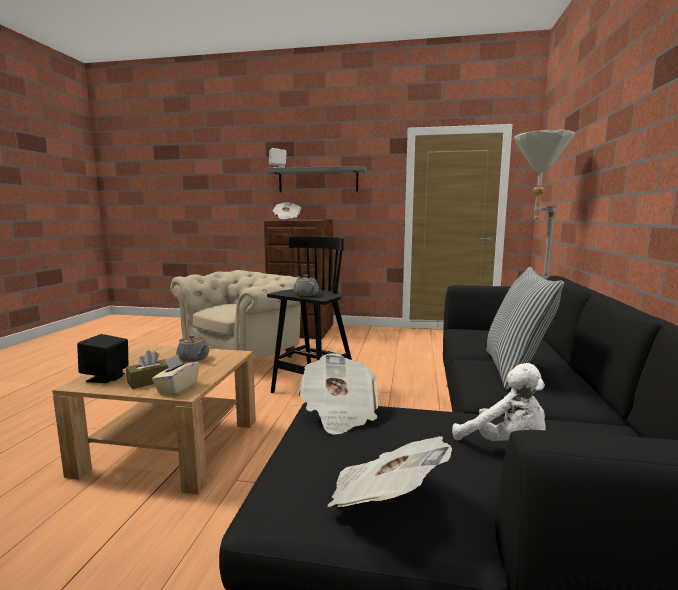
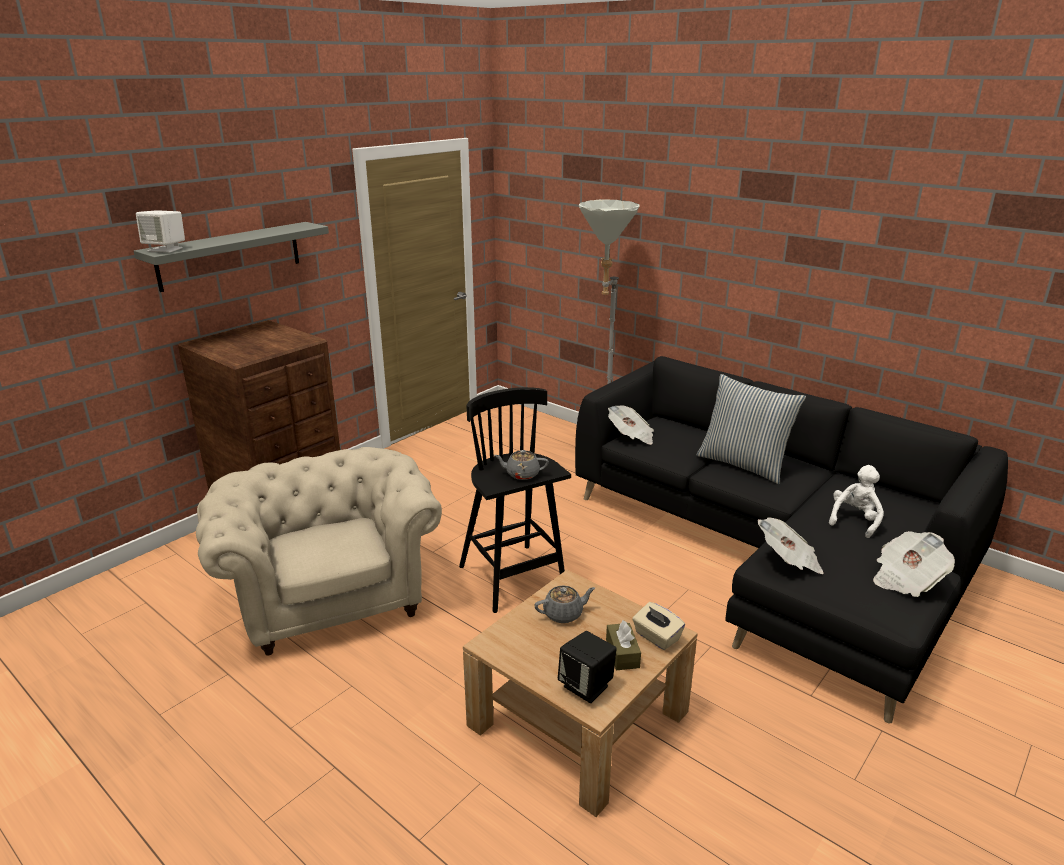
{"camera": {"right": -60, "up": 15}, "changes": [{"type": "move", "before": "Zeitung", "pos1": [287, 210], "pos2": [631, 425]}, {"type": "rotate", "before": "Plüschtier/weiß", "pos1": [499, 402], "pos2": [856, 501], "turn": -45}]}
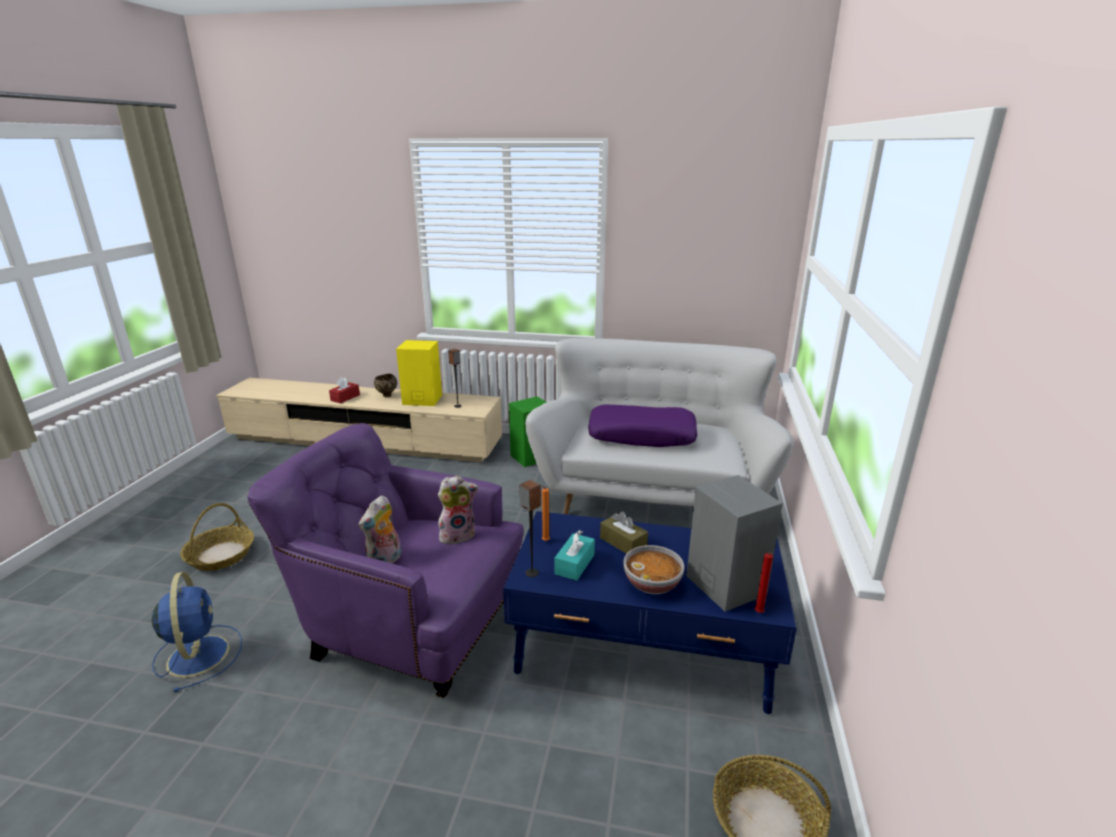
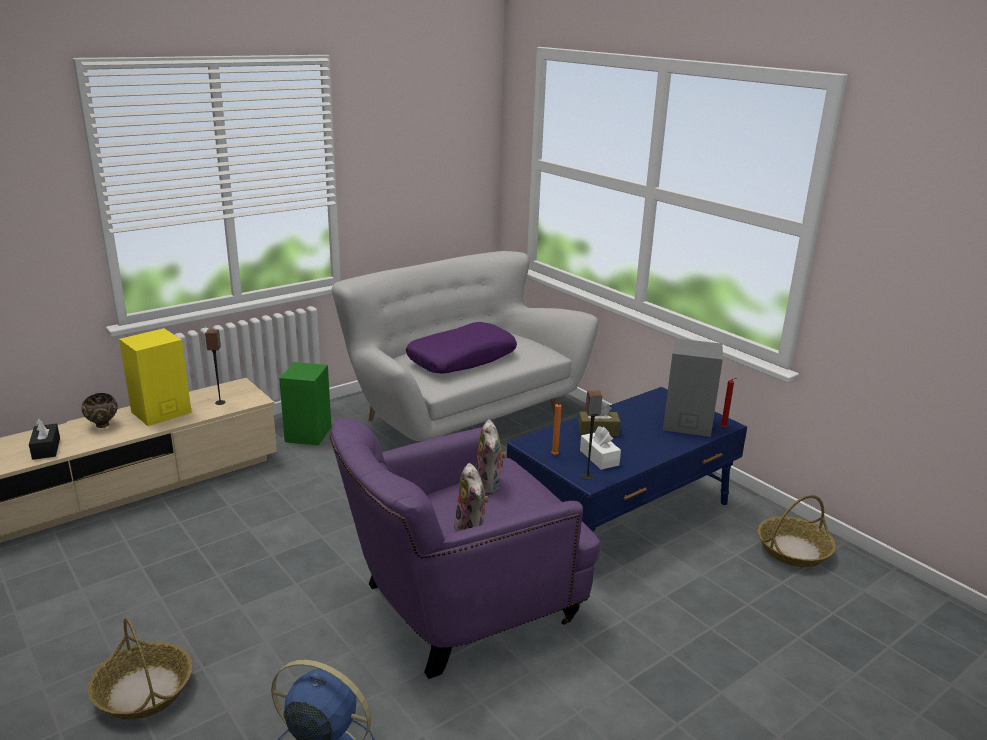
{"camera": {"right": -50, "up": 0}, "changes": [{"type": "recolor", "before": "Taschentuchbox/rot", "after": "Taschentuchbox/schwarz", "pos1": [344, 390], "pos2": [44, 439]}, {"type": "rotate", "before": "Plüschtier", "pos1": [458, 510], "pos2": [491, 457], "turn": 150}, {"type": "recolor", "before": "Taschentuchbox/türkis", "after": "Taschentuchbox/weiß", "pos1": [574, 555], "pos2": [600, 448]}, {"type": "delete", "before": "Schüssel", "pos1": [654, 569]}]}
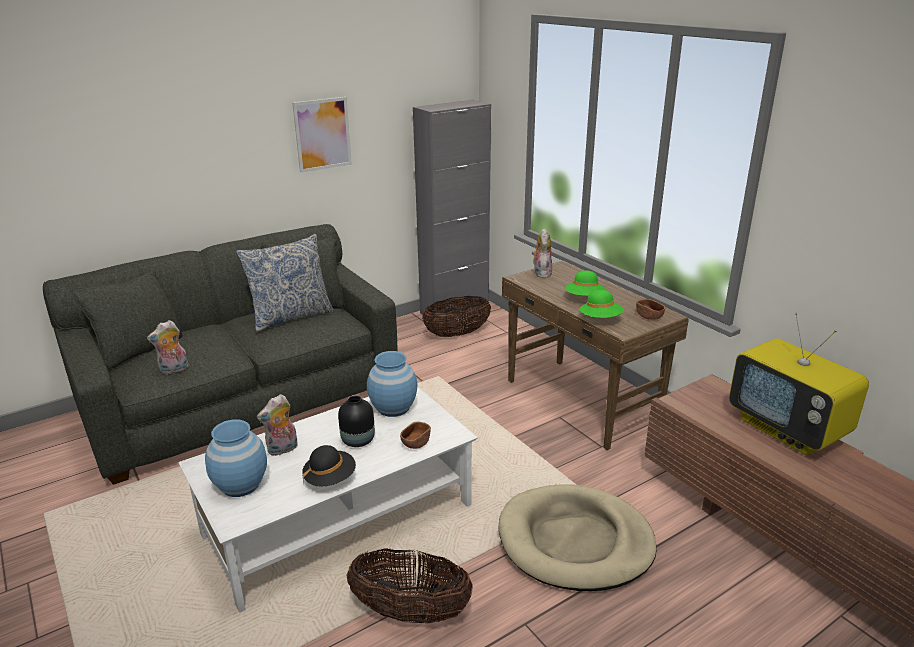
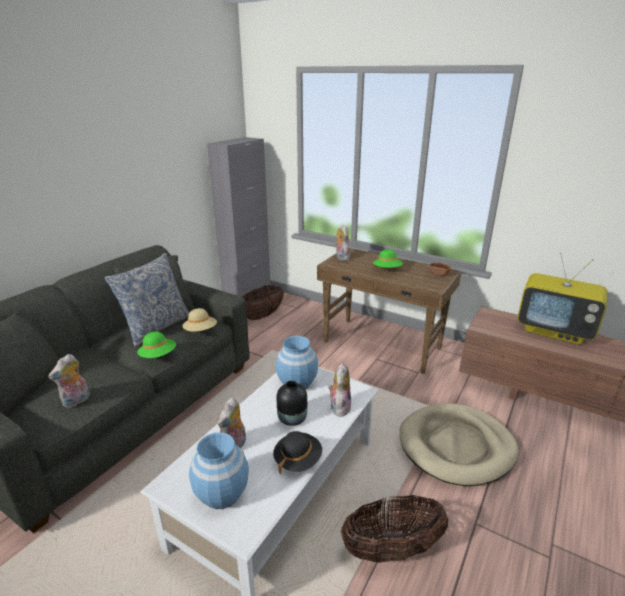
{"camera": {"right": -25, "up": 0}, "changes": [{"type": "delete", "before": "Bild", "pos1": [322, 135]}, {"type": "move", "before": "Hut/grün", "pos1": [601, 304], "pos2": [156, 344]}, {"type": "replace", "before": "Schüssel/braun", "after": "Plüschtier", "pos1": [415, 435], "pos2": [339, 390]}, {"type": "insert", "after": "Hut/beige", "pos2": [199, 320]}]}
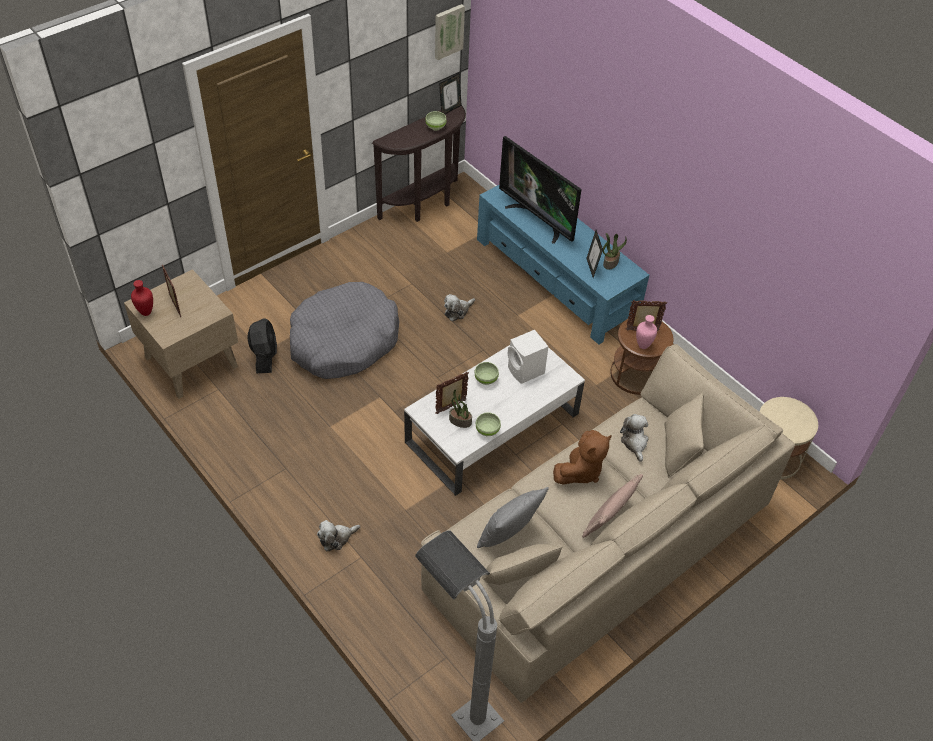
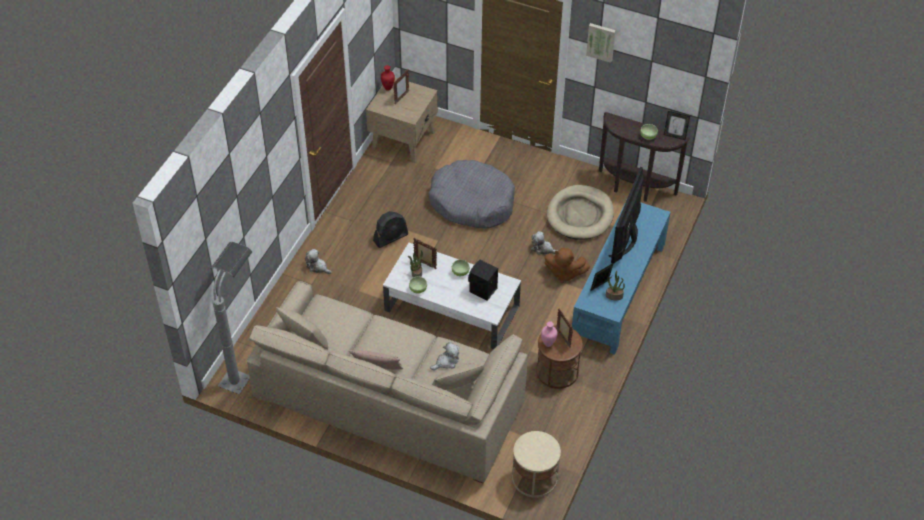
{"camera": {"right": 65, "up": 0}, "changes": [{"type": "move", "before": "Bild", "pos1": [450, 32], "pos2": [601, 43]}, {"type": "move", "before": "Ventilator/schwarz", "pos1": [262, 345], "pos2": [390, 229]}, {"type": "recolor", "before": "Lautsprecher/weiß", "after": "Lautsprecher/schwarz", "pos1": [528, 357], "pos2": [483, 280]}, {"type": "move", "before": "Plüschtier/braun", "pos1": [582, 457], "pos2": [567, 265]}, {"type": "delete", "before": "Kissen/grau", "pos1": [513, 517]}, {"type": "insert", "after": "Hundebett/beige", "pos2": [580, 212]}]}
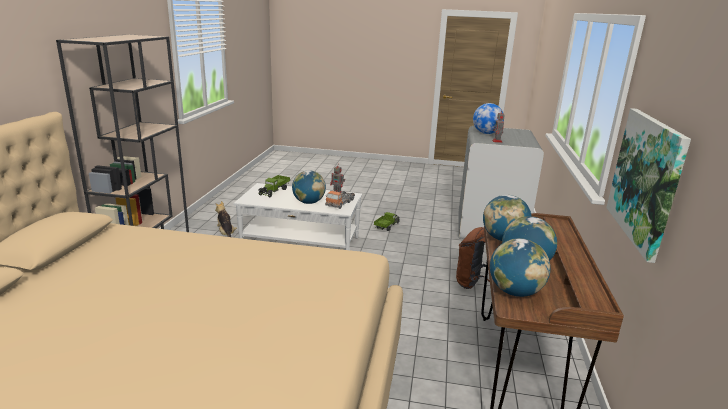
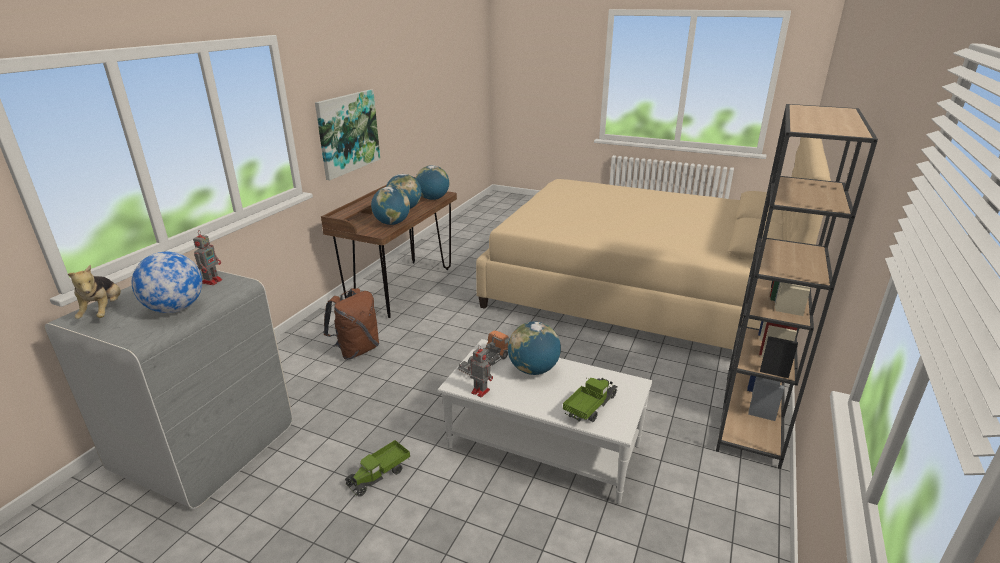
{"camera": {"right": -165, "up": 5}, "changes": [{"type": "move", "before": "Plüschtier", "pos1": [226, 219], "pos2": [94, 292]}]}
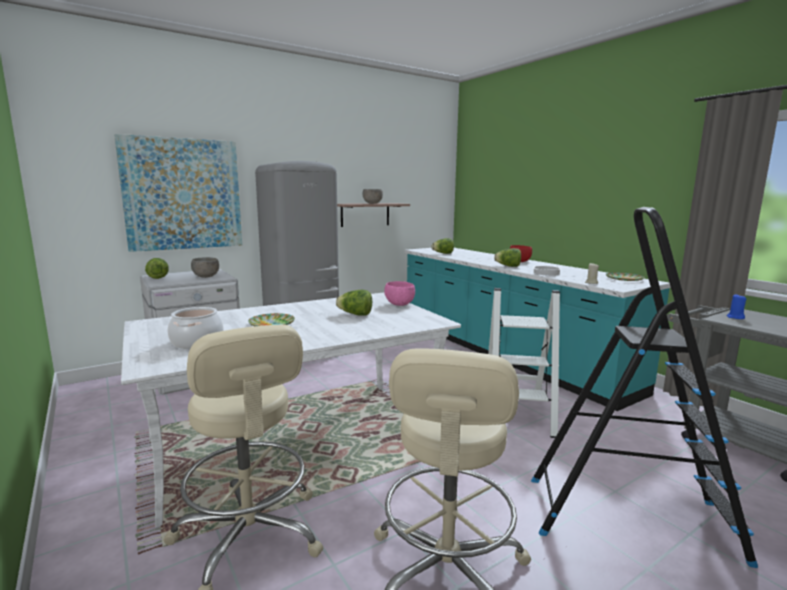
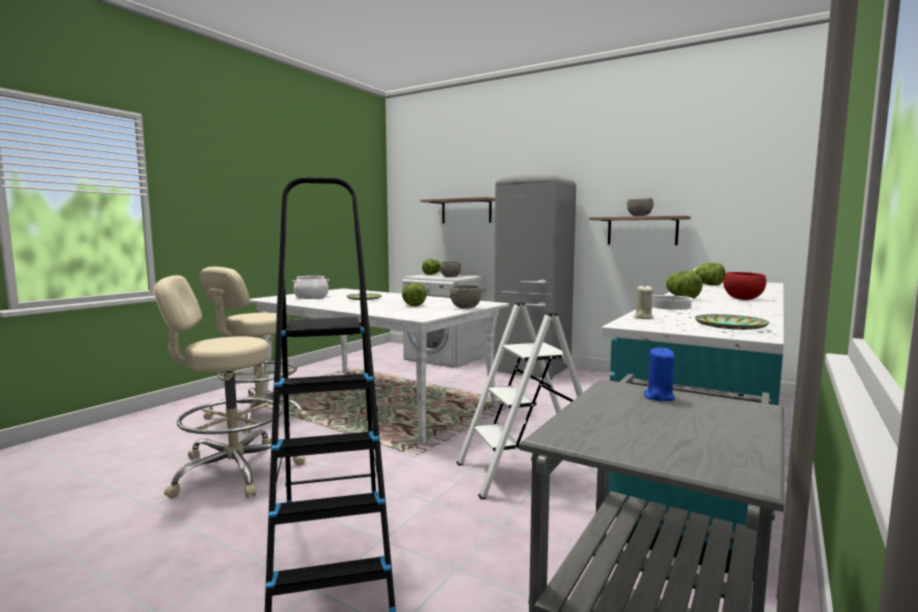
{"camera": {"right": 65, "up": -5}, "changes": [{"type": "replace", "before": "Bild", "after": "Wandregal", "pos1": [178, 193], "pos2": [457, 210]}, {"type": "recolor", "before": "Schüssel/rosa", "after": "Schüssel/grau", "pos1": [399, 293], "pos2": [466, 297]}]}
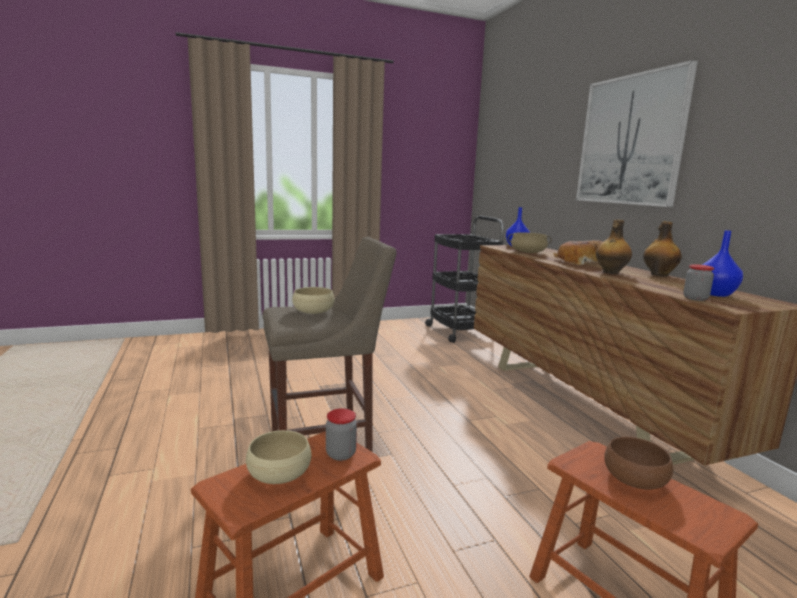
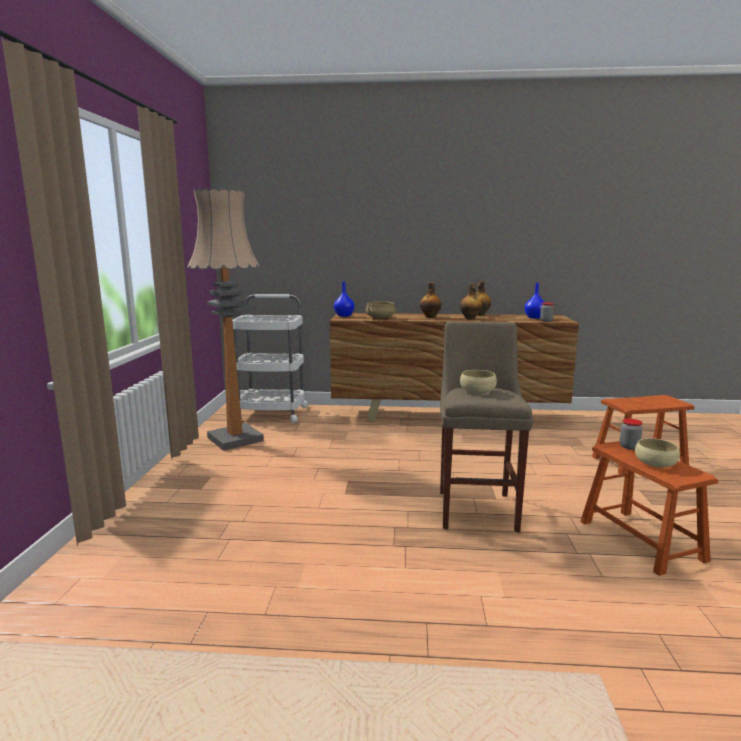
{"camera": {"right": -65, "up": 0}, "changes": [{"type": "delete", "before": "Bild", "pos1": [637, 133]}, {"type": "recolor", "before": "Rollwagen/schwarz", "after": "Rollwagen/weiß", "pos1": [464, 279], "pos2": [270, 358]}, {"type": "replace", "before": "Brot", "after": "Flasche", "pos1": [578, 252], "pos2": [431, 300]}, {"type": "delete", "before": "Schüssel/braun", "pos1": [638, 463]}, {"type": "insert", "after": "Stehlampe", "pos2": [225, 319]}]}
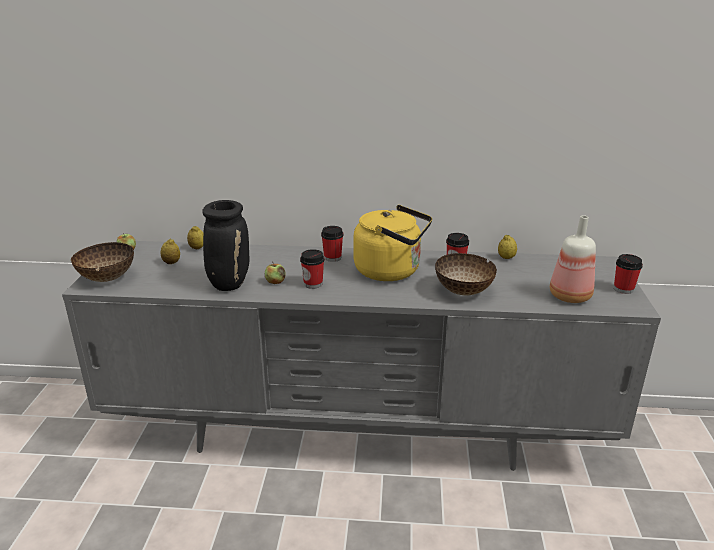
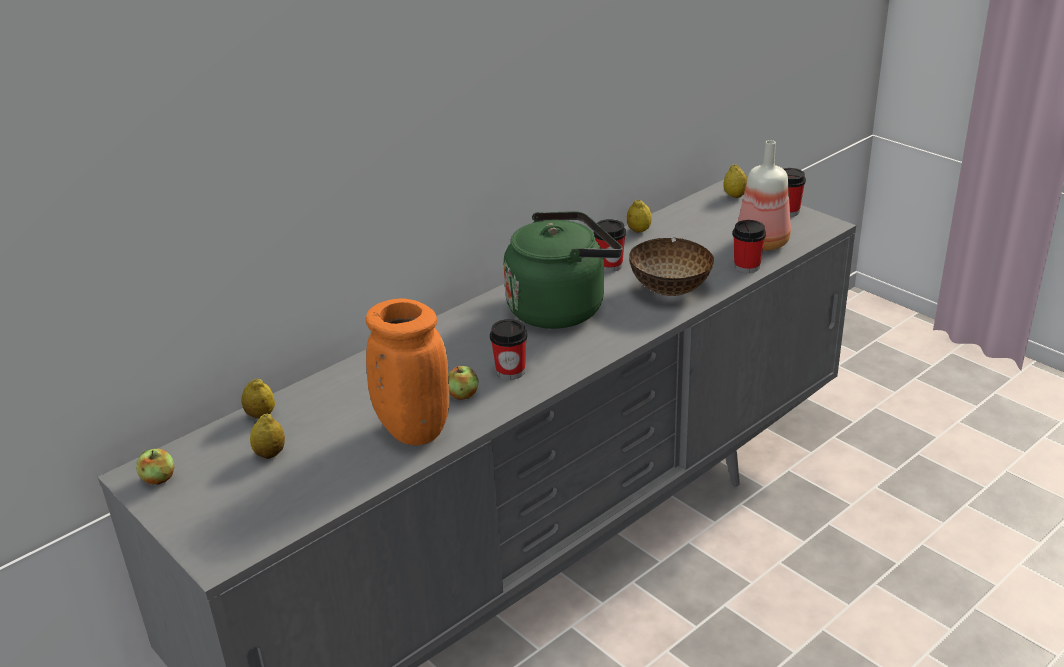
{"camera": {"right": -45, "up": 5}, "changes": [{"type": "recolor", "before": "Vase/schwarz", "after": "Vase/orange", "pos1": [225, 245], "pos2": [407, 371]}, {"type": "recolor", "before": "Wasserkessel/gelb", "after": "Wasserkessel/grün", "pos1": [392, 243], "pos2": [563, 270]}, {"type": "move", "before": "Tasse", "pos1": [332, 244], "pos2": [749, 246]}, {"type": "delete", "before": "Schüssel", "pos1": [102, 262]}, {"type": "insert", "after": "Zitrone", "pos2": [735, 181]}]}
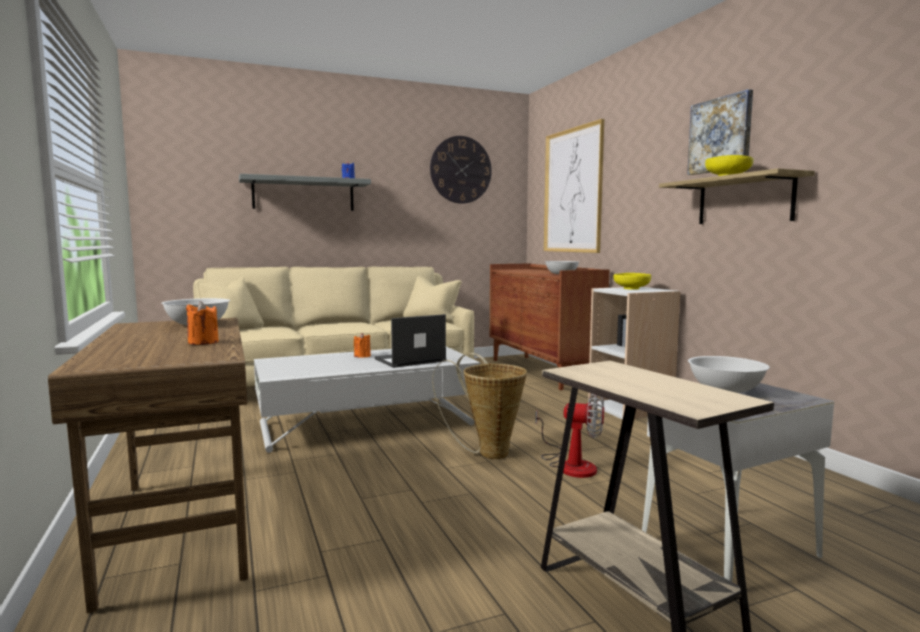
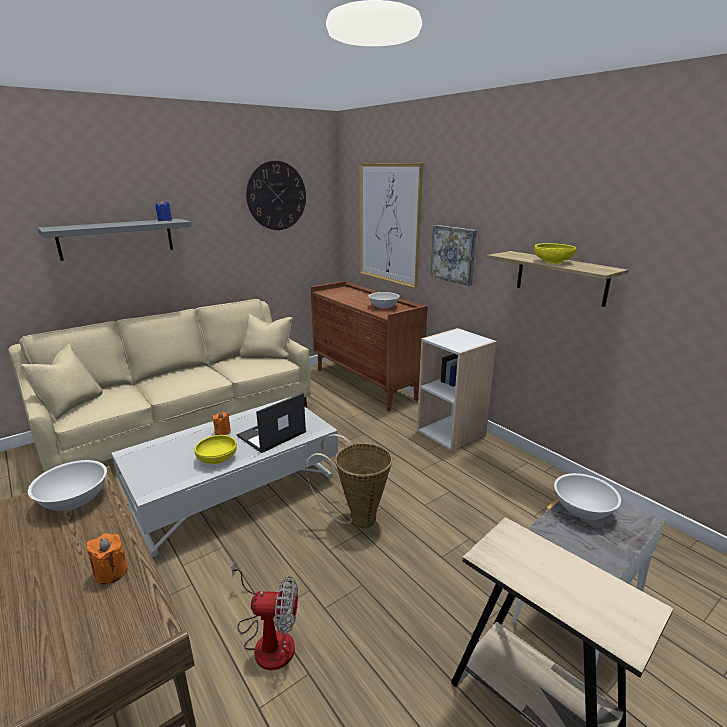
{"camera": {"right": -15, "up": 15}, "changes": [{"type": "move", "before": "Bild", "pos1": [720, 132], "pos2": [453, 255]}, {"type": "move", "before": "Schüssel/gelb", "pos1": [632, 281], "pos2": [216, 449]}, {"type": "move", "before": "Ventilator", "pos1": [569, 436], "pos2": [264, 615]}]}
